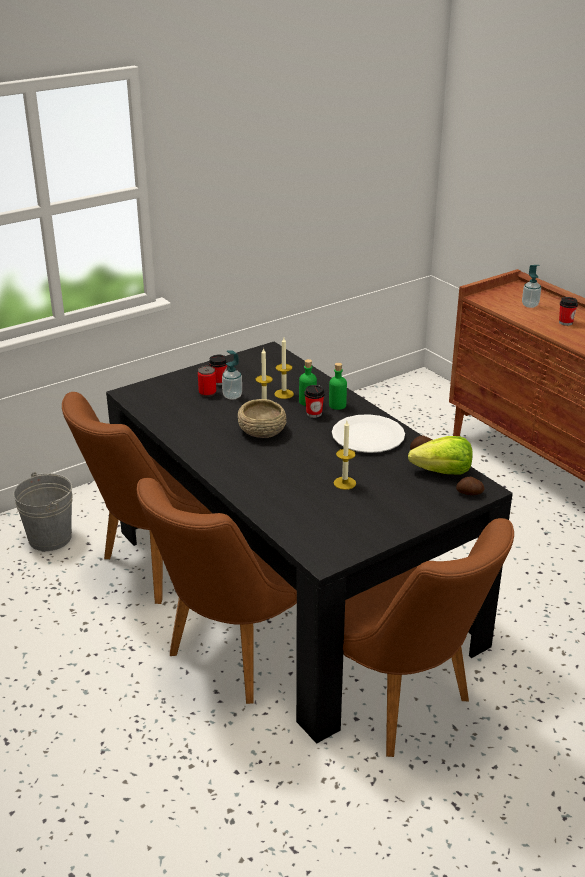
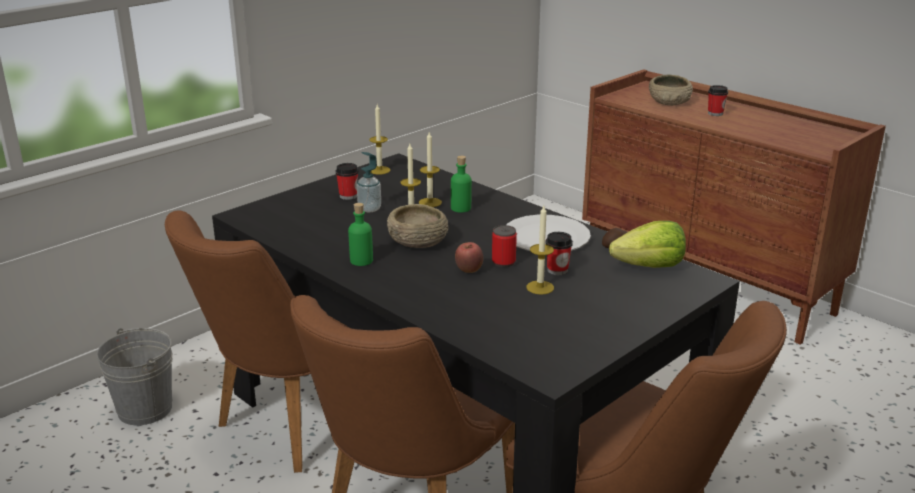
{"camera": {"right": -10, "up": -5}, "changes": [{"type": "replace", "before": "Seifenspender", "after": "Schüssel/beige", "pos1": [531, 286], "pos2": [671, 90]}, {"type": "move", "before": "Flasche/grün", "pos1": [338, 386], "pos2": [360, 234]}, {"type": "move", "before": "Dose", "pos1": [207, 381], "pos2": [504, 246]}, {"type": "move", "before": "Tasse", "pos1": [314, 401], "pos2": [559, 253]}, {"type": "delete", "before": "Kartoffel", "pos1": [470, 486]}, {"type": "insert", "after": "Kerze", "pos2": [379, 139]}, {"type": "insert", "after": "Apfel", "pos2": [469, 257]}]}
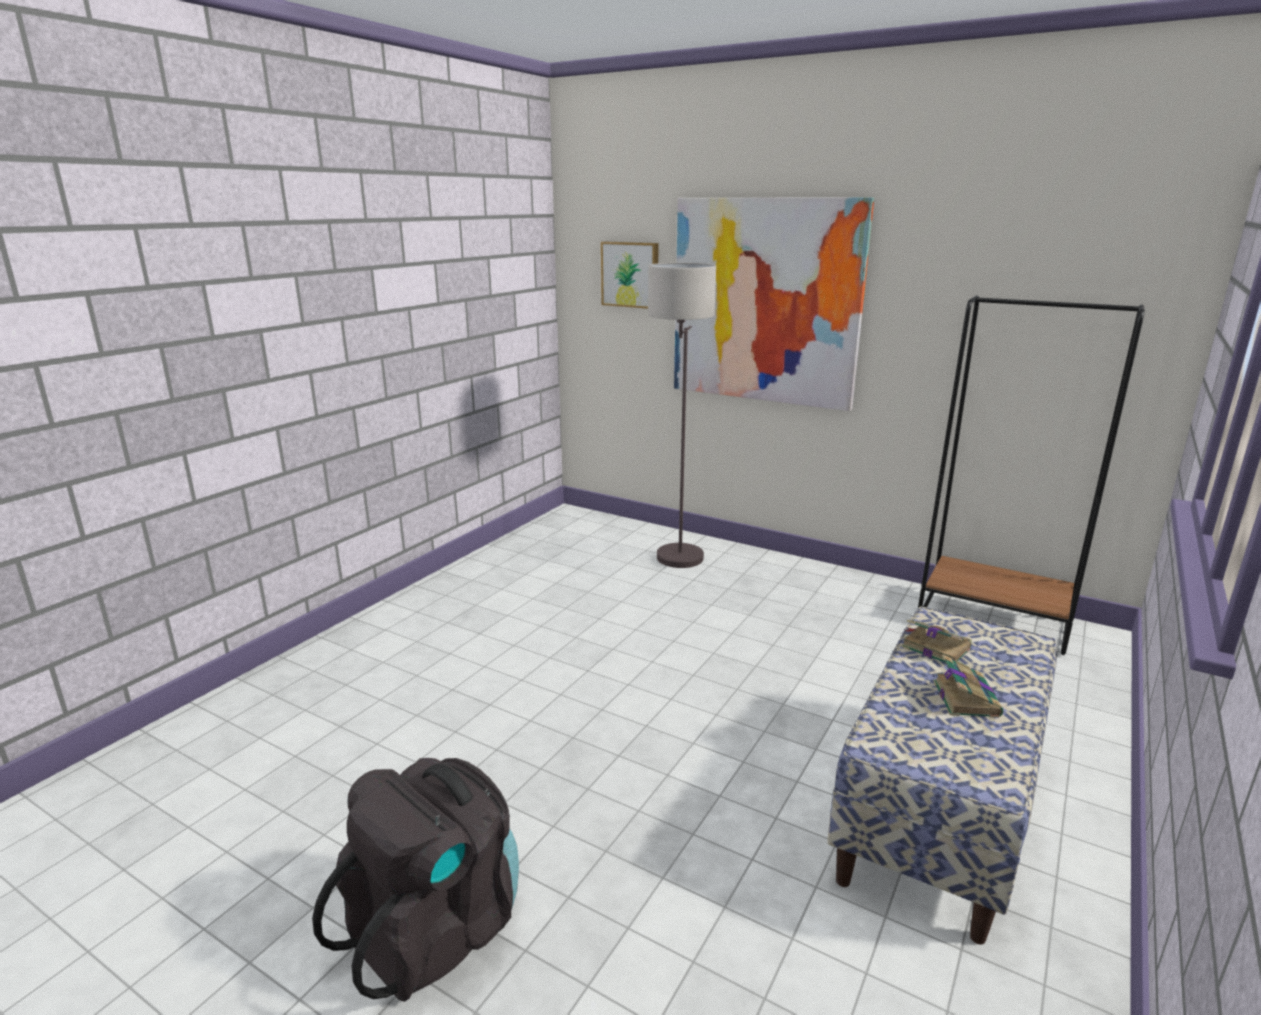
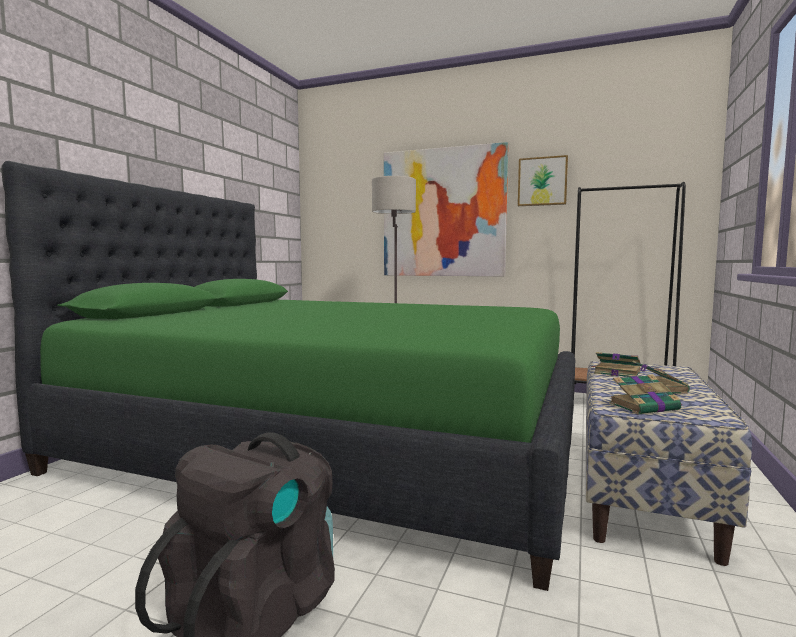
{"camera": {"right": -10, "up": -15}, "changes": [{"type": "move", "before": "Bild", "pos1": [630, 275], "pos2": [543, 180]}, {"type": "insert", "after": "Bett/grün", "pos2": [288, 376]}, {"type": "insert", "after": "Buch", "pos2": [645, 394]}]}
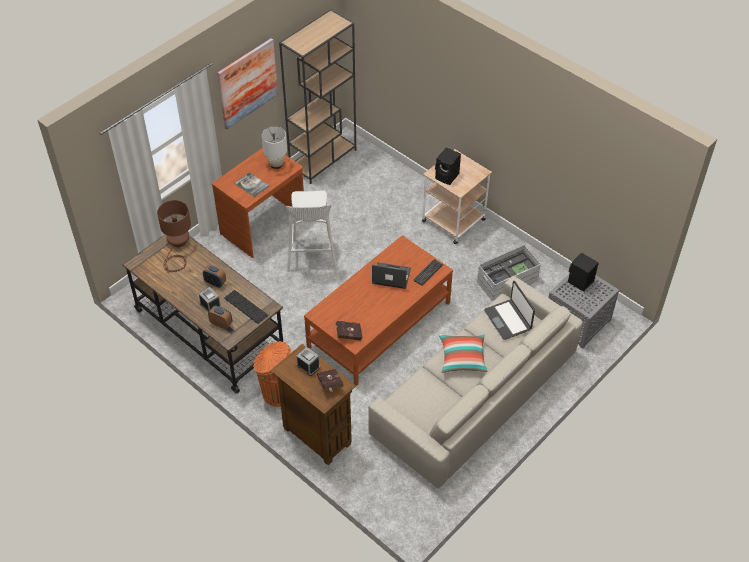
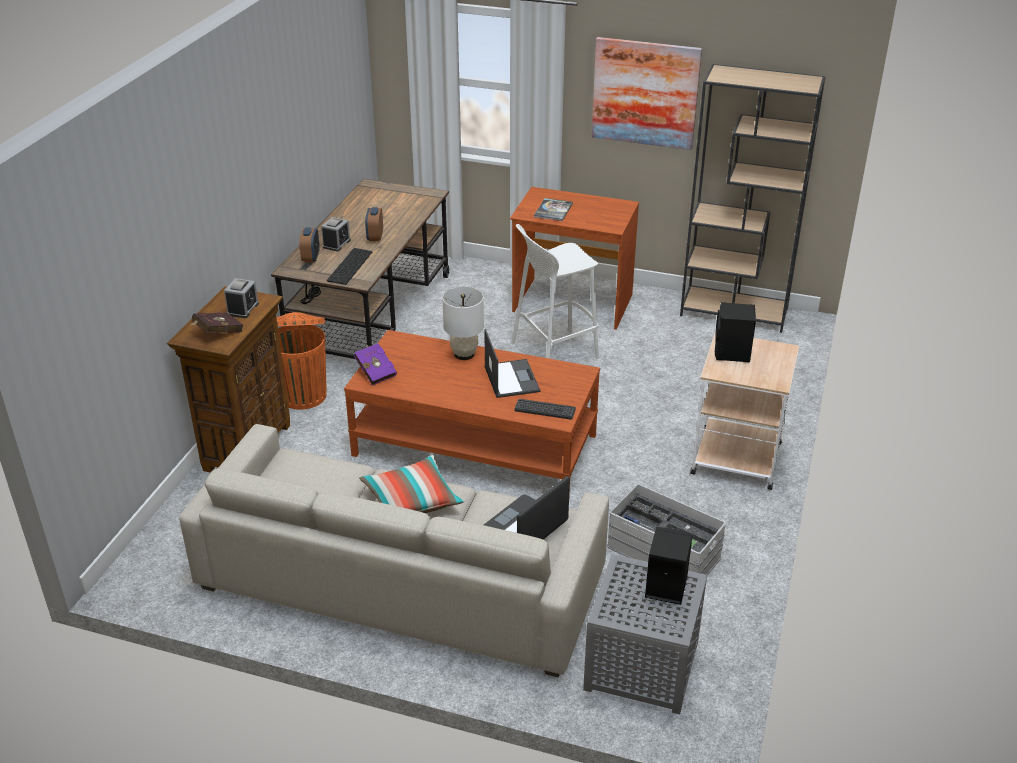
{"camera": {"right": 65, "up": -15}, "changes": [{"type": "move", "before": "Tischlampe/weiß", "pos1": [274, 148], "pos2": [463, 323]}, {"type": "delete", "before": "Tischlampe/braun", "pos1": [174, 236]}, {"type": "recolor", "before": "Buch/rot", "after": "Buch/lila", "pos1": [347, 331], "pos2": [375, 364]}]}
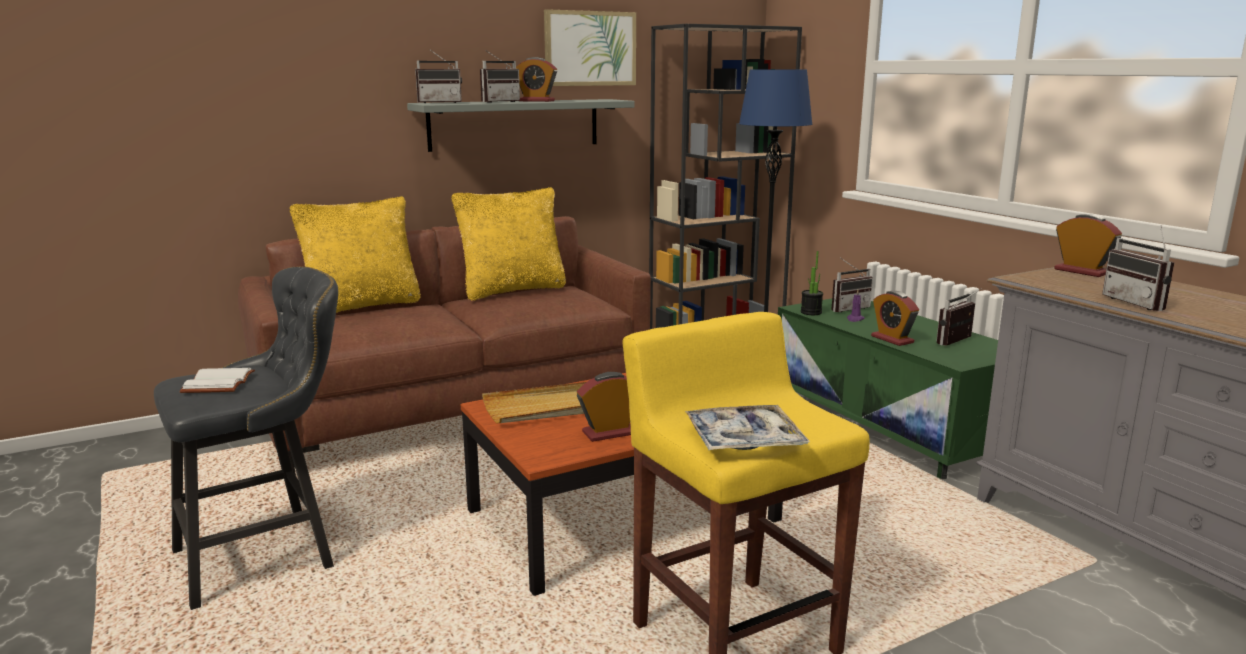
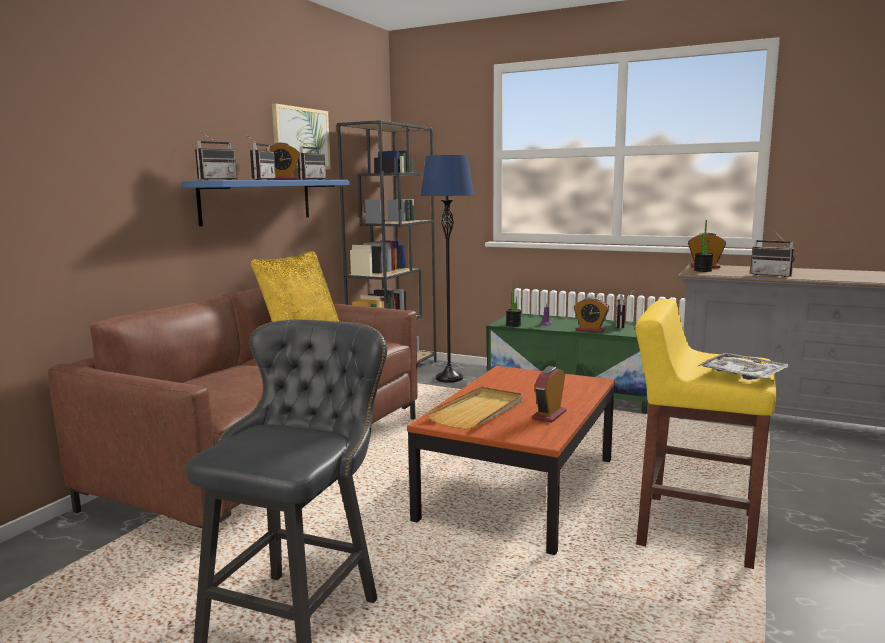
{"camera": {"right": -35, "up": -5}, "changes": [{"type": "recolor", "before": "Wandregal/grau", "after": "Wandregal/blau", "pos1": [521, 125], "pos2": [266, 203]}, {"type": "delete", "before": "Kissen/gelb", "pos1": [355, 254]}, {"type": "move", "before": "Radio", "pos1": [852, 285], "pos2": [312, 159]}, {"type": "delete", "before": "Buch/weiß", "pos1": [217, 380]}, {"type": "insert", "after": "Topfpflanze", "pos2": [703, 246]}]}
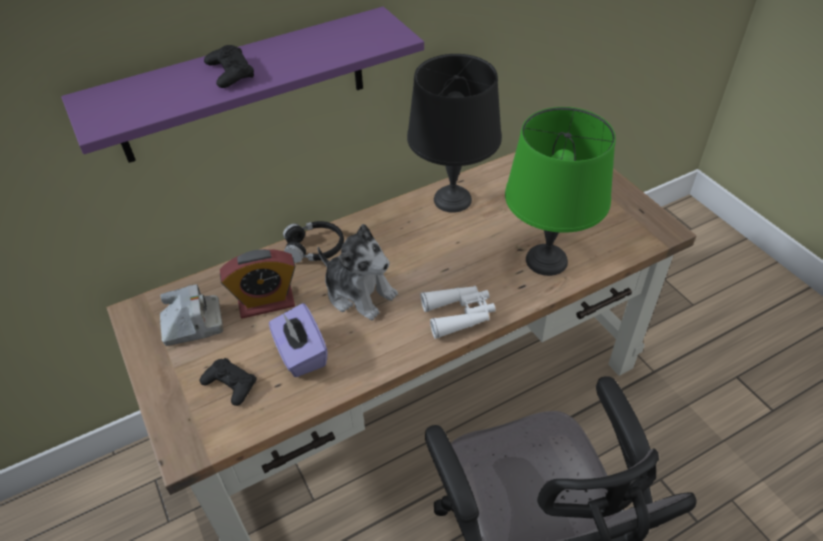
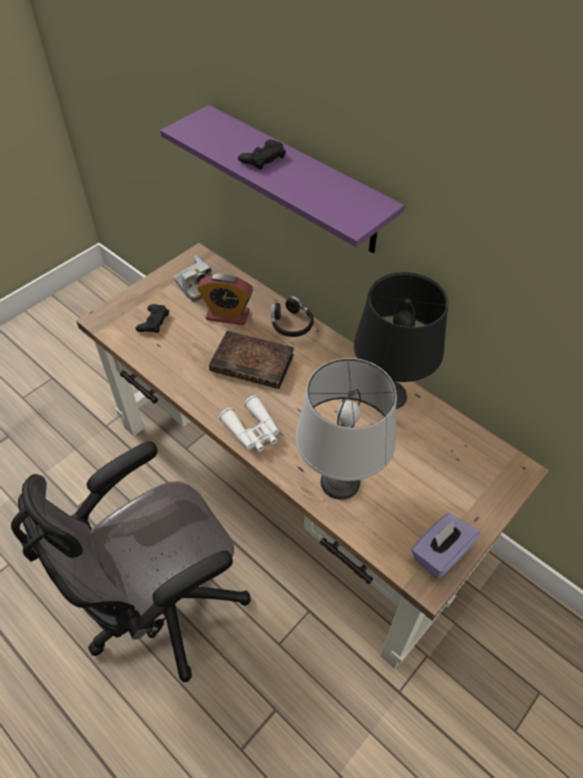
{"camera": {"right": 70, "up": 5}, "changes": [{"type": "recolor", "before": "Tischlampe/grün", "after": "Tischlampe/grau", "pos1": [560, 191], "pos2": [346, 429]}, {"type": "replace", "before": "Plüschtier", "after": "Buch", "pos1": [358, 272], "pos2": [251, 360]}, {"type": "rotate", "before": "Wecker", "pos1": [257, 284], "pos2": [225, 299], "turn": -45}, {"type": "move", "before": "Taschentuchbox/lila", "pos1": [298, 340], "pos2": [445, 546]}]}
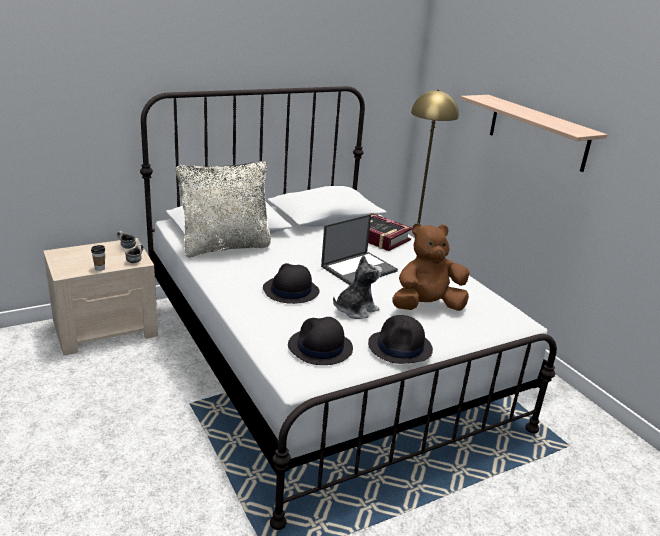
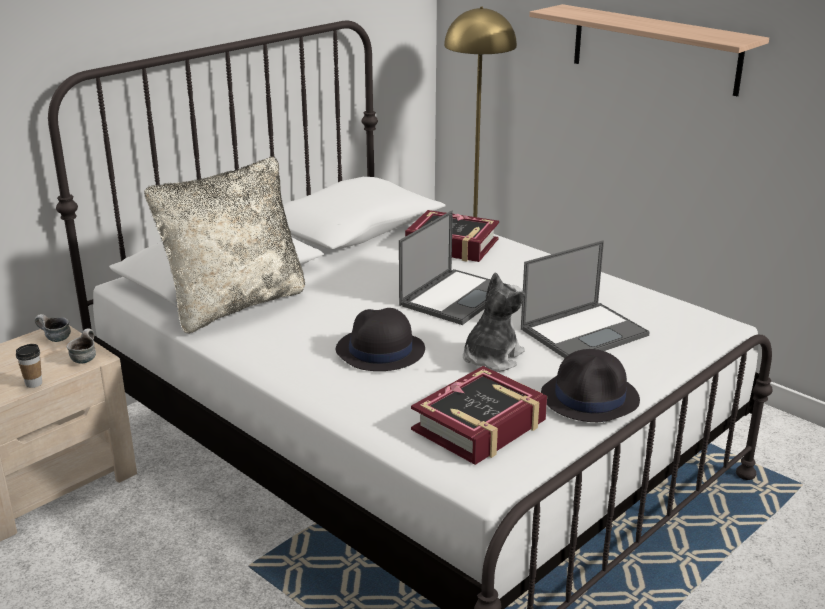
{"camera": {"right": -15, "up": 0}, "changes": [{"type": "replace", "before": "Plüschtier/braun", "after": "Laptop", "pos1": [431, 267], "pos2": [585, 299]}, {"type": "replace", "before": "Hut/schwarz", "after": "Buch", "pos1": [320, 341], "pos2": [479, 415]}]}
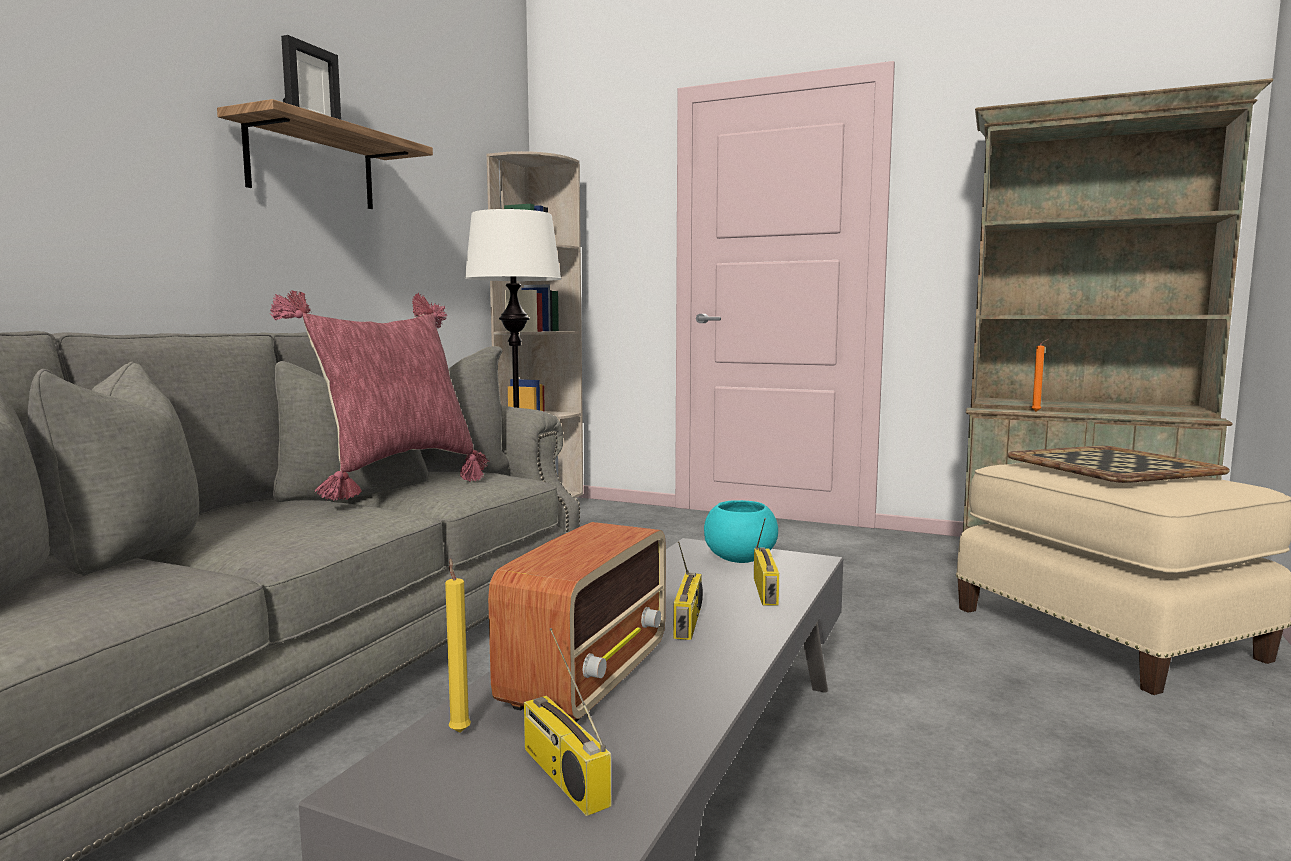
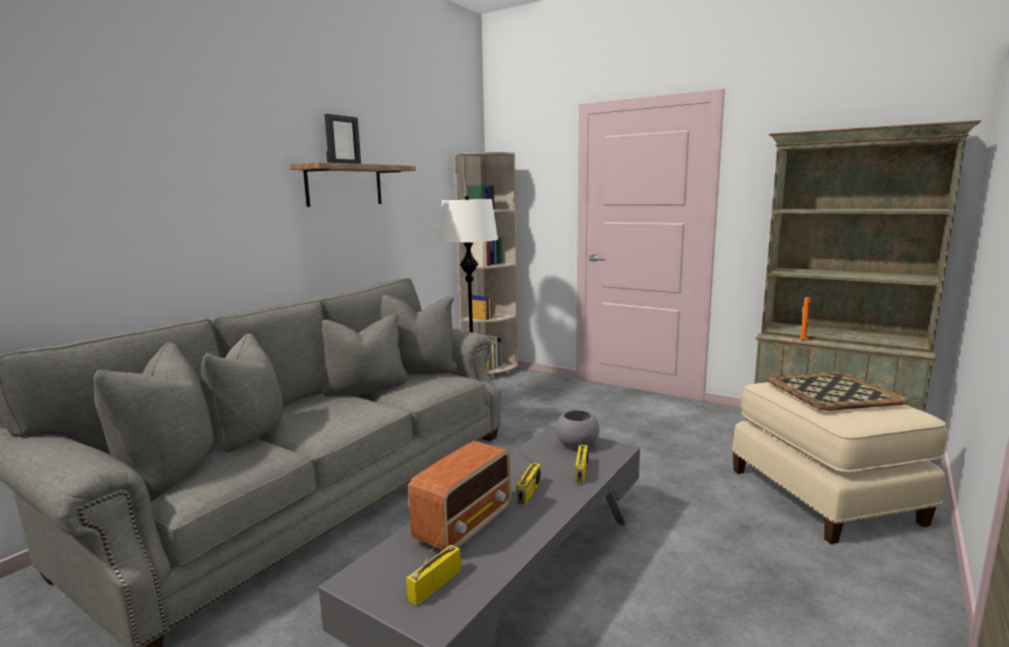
{"camera": {"right": 10, "up": 5}, "changes": [{"type": "delete", "before": "Kissen/rot", "pos1": [379, 395]}, {"type": "recolor", "before": "Schüssel/türkis", "after": "Schüssel/grau", "pos1": [741, 531], "pos2": [578, 429]}, {"type": "delete", "before": "Kerze/gelb", "pos1": [458, 645]}, {"type": "rotate", "before": "Radio", "pos1": [567, 722], "pos2": [433, 562], "turn": 60}]}
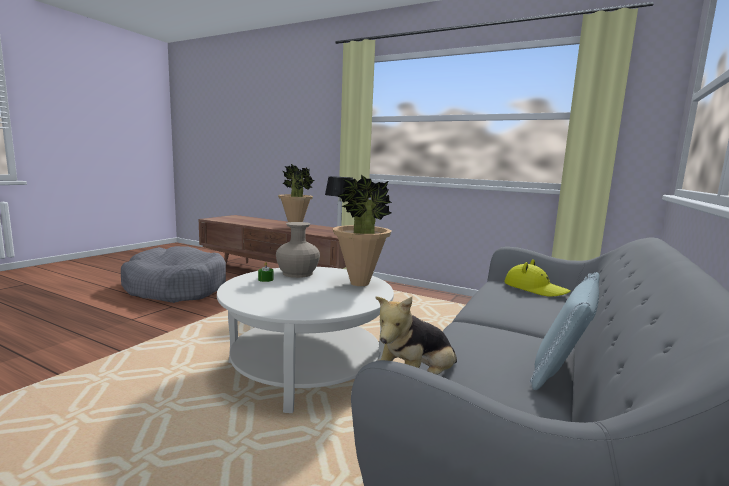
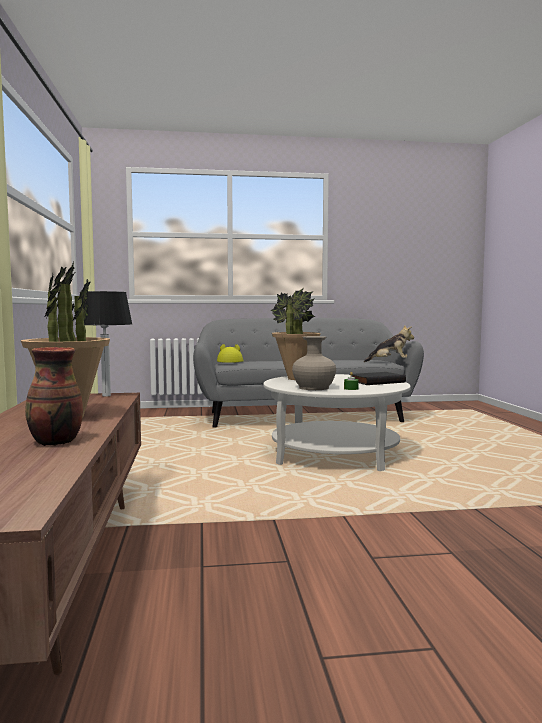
{"camera": {"right": -125, "up": -5}, "changes": [{"type": "delete", "before": "Hundebett/grau", "pos1": [173, 274]}, {"type": "delete", "before": "Kissen/blau", "pos1": [565, 331]}, {"type": "insert", "after": "Vase", "pos2": [54, 396]}, {"type": "insert", "after": "Buch/schwarz", "pos2": [377, 378]}]}
